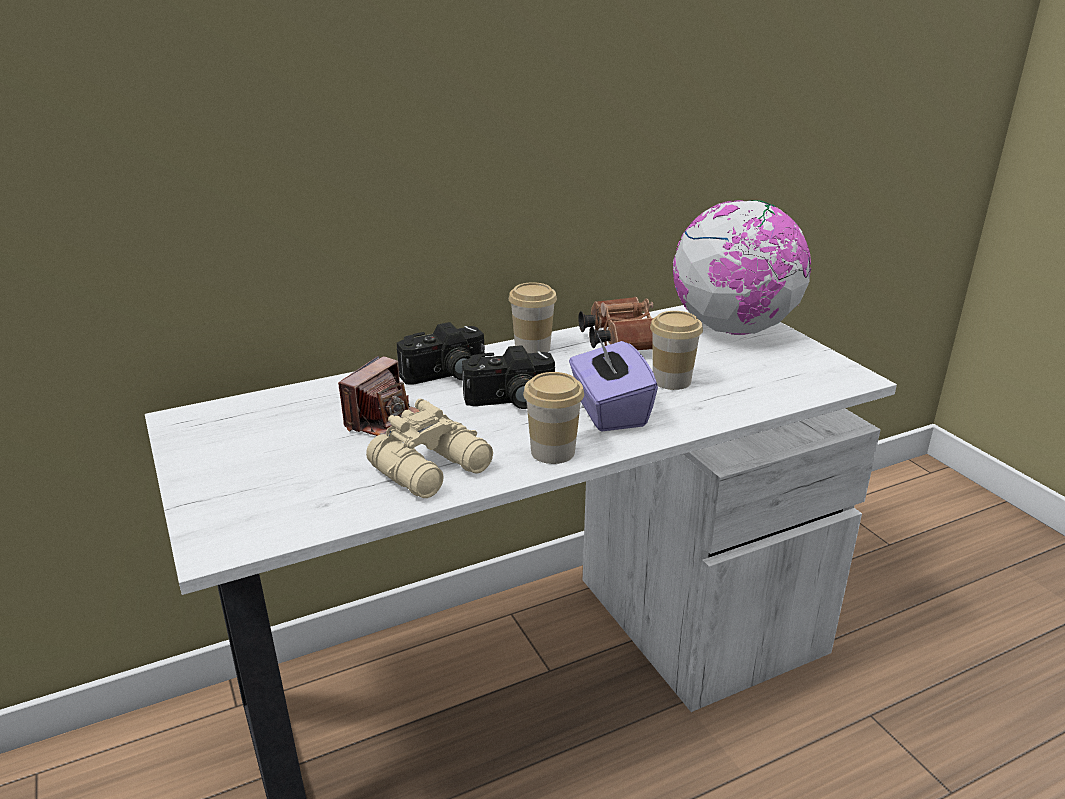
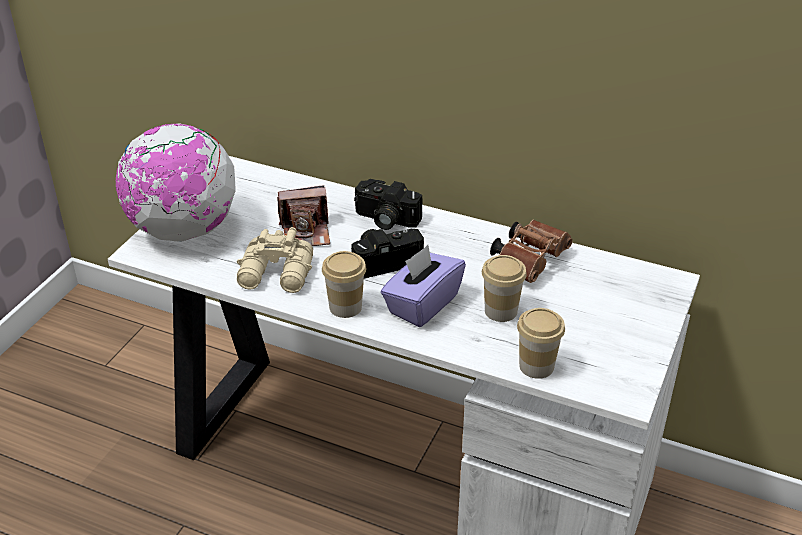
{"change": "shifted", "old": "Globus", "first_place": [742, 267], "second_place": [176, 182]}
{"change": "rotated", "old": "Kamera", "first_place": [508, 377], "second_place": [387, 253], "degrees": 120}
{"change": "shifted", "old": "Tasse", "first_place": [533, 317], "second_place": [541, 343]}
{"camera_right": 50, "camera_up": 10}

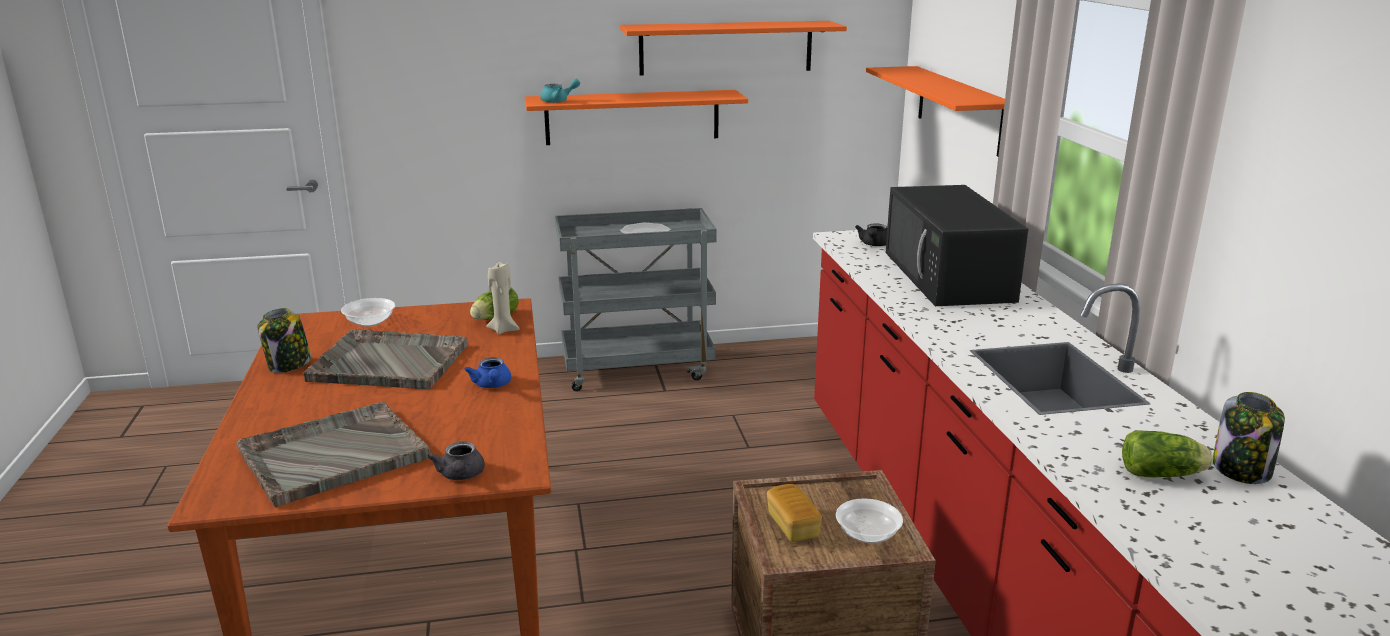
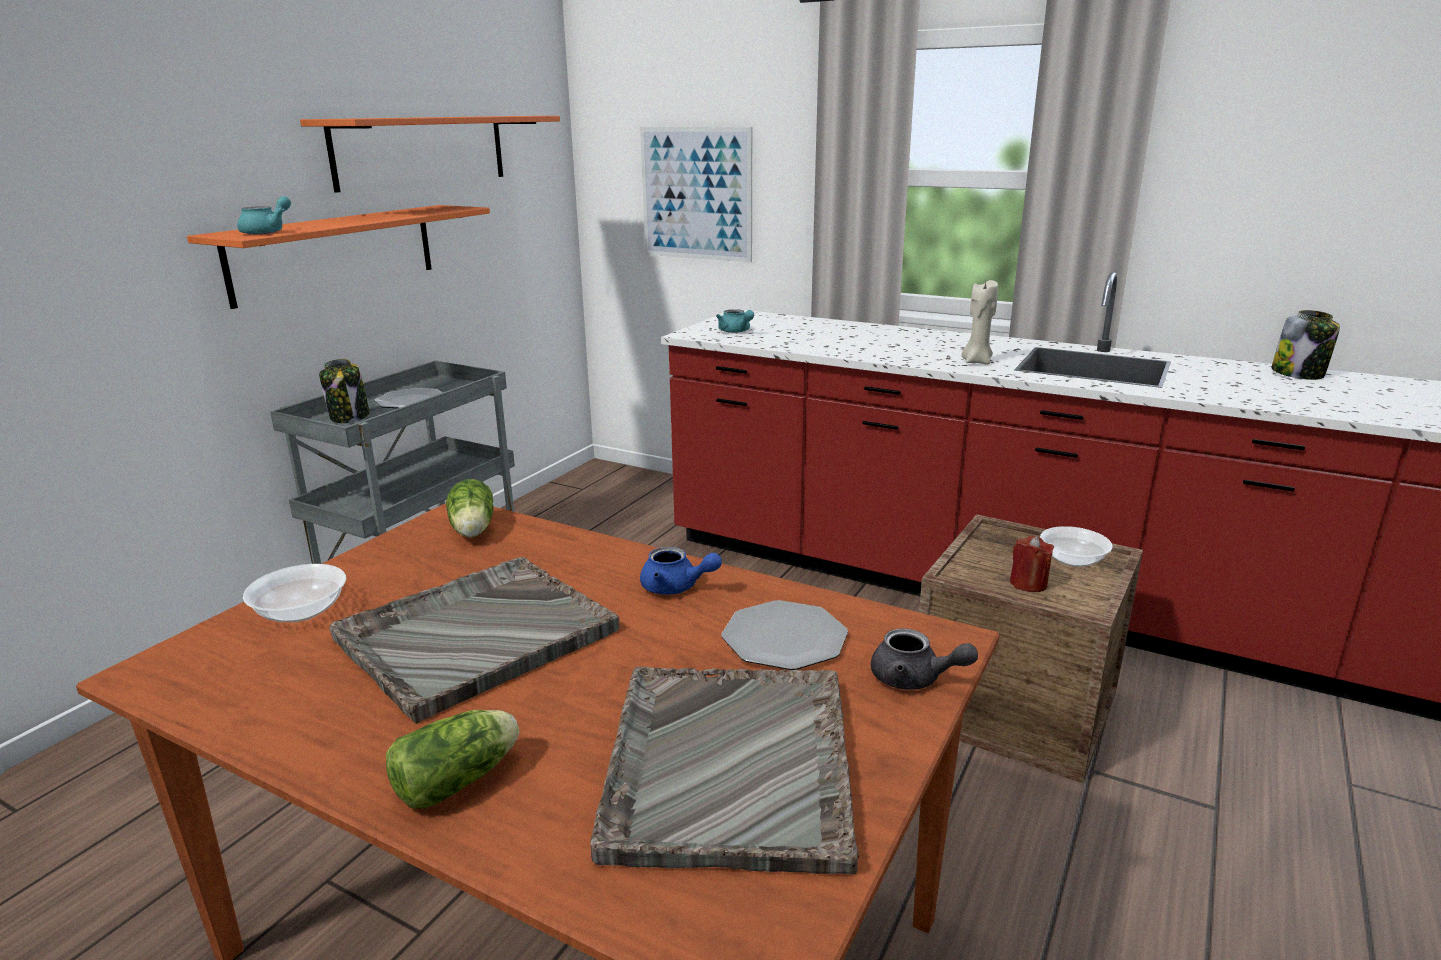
{"change": "shifted", "old": "Vorratsglas", "first_place": [284, 340], "second_place": [344, 391]}
{"change": "shifted", "old": "Salatkopf", "first_place": [1167, 454], "second_place": [452, 759]}
{"change": "swapped", "old": "Wandregal/orange", "new": "Bild", "first_place": [935, 111], "second_place": [696, 195]}
{"change": "repainted", "old": "Teekanne/schwarz", "new": "Teekanne/türkis", "first_place": [871, 234], "second_place": [735, 321]}
{"change": "new", "new": "Teller", "second_place": [784, 635]}
{"change": "shifted", "old": "Kerze/beige", "first_place": [503, 298], "second_place": [979, 322]}
{"change": "swapped", "old": "Brot", "new": "Kerze/rot", "first_place": [794, 513], "second_place": [1032, 563]}
{"change": "gone", "old": "Mikrowelle/schwarz", "first_place": [957, 245]}
{"camera_right": -50, "camera_up": 0}

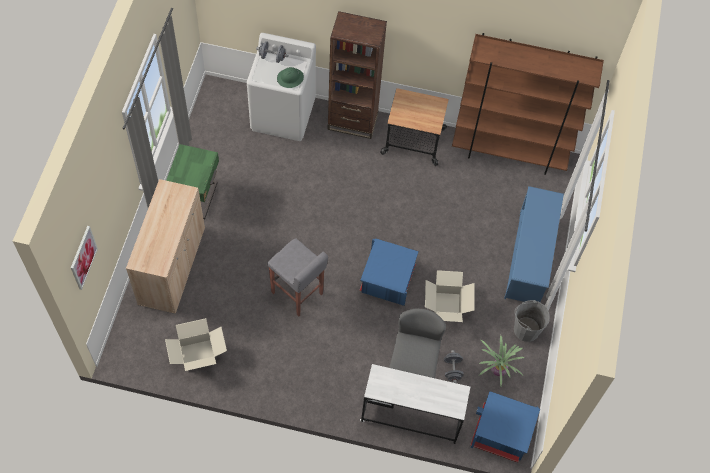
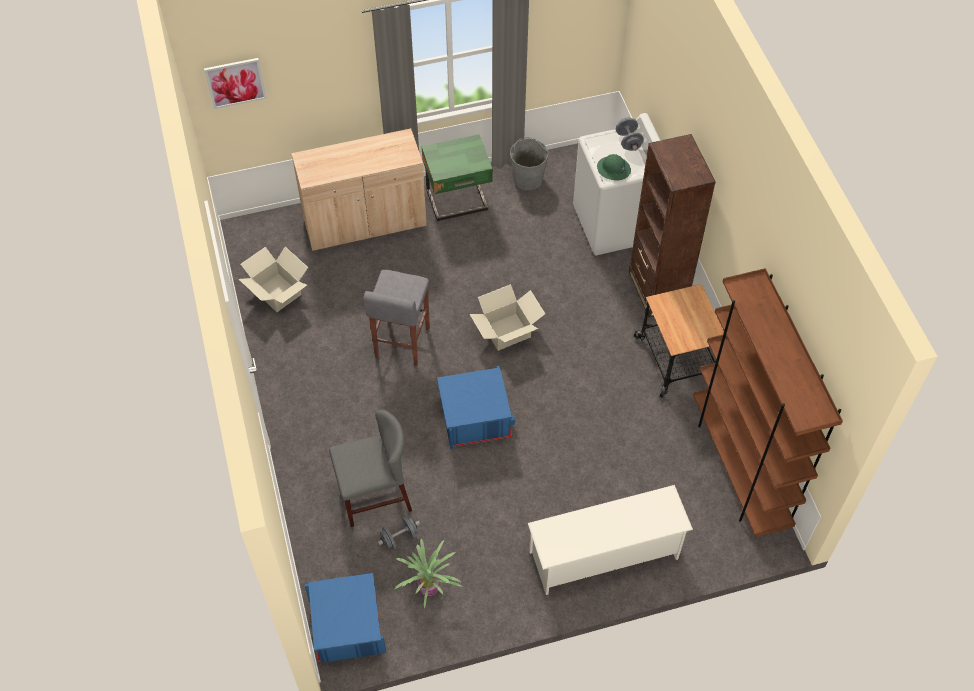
{"change": "shifted", "old": "Karton", "first_place": [449, 296], "second_place": [507, 317]}
{"change": "shifted", "old": "Eimer/grau", "first_place": [532, 321], "second_place": [529, 163]}
{"change": "repainted", "old": "Schuhregal/blau", "new": "Schuhregal/weiß", "first_place": [534, 244], "second_place": [610, 540]}
{"change": "gone", "old": "Schreibtisch/weiß", "first_place": [415, 404]}
{"camera_right": 65, "camera_up": -5}

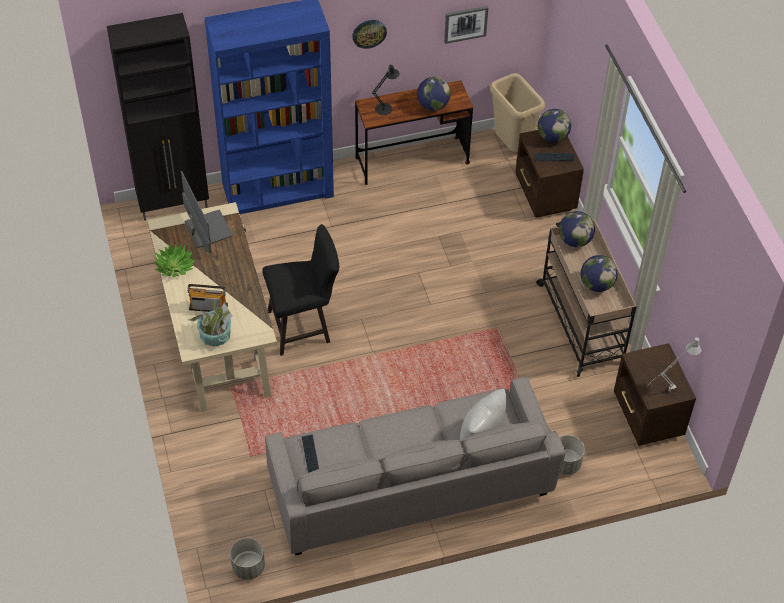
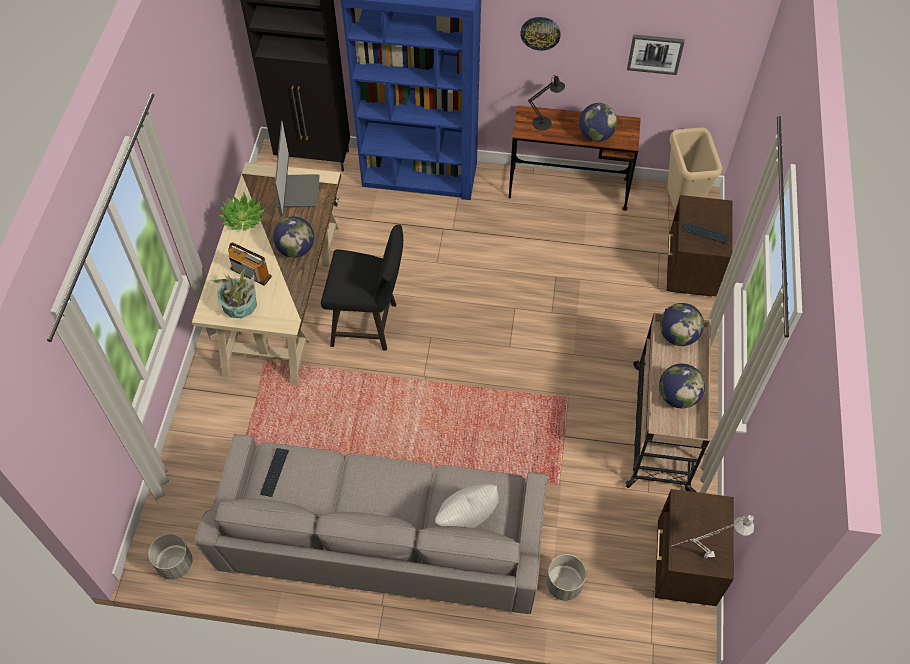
{"change": "shifted", "old": "Globus", "first_place": [554, 126], "second_place": [294, 237]}
{"camera_right": 25, "camera_up": 5}

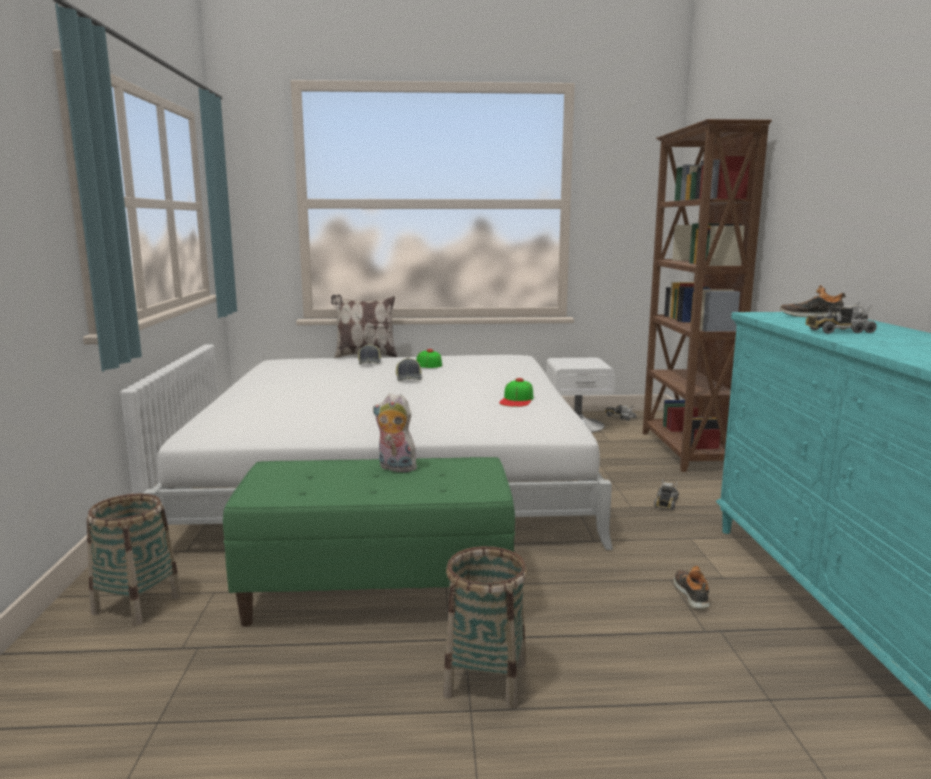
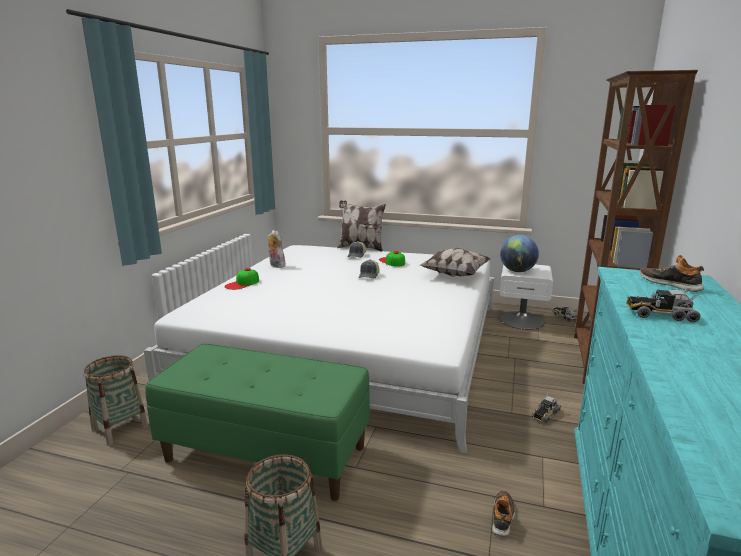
{"change": "shifted", "old": "Kappe", "first_place": [516, 392], "second_place": [242, 279]}
{"change": "shifted", "old": "Plüschtier", "first_place": [395, 432], "second_place": [277, 249]}
{"change": "new", "new": "Kissen", "second_place": [455, 262]}
{"change": "new", "new": "Globus", "second_place": [519, 253]}
{"camera_right": 20, "camera_up": 5}

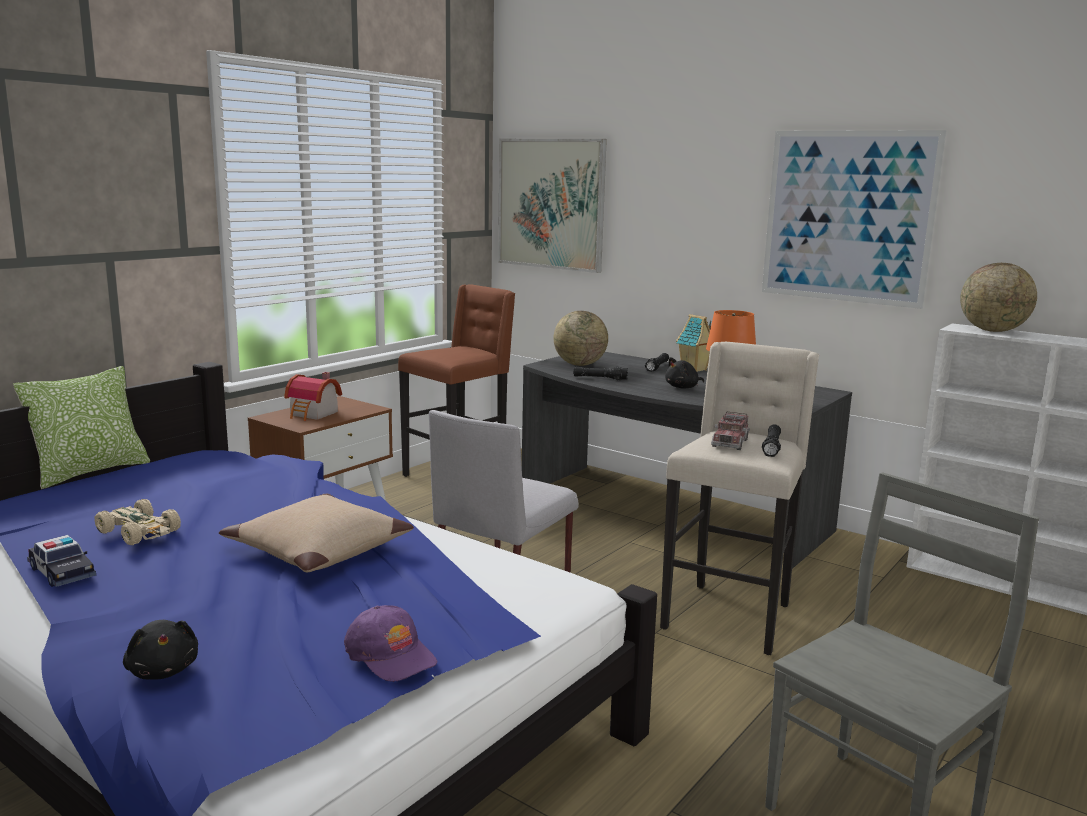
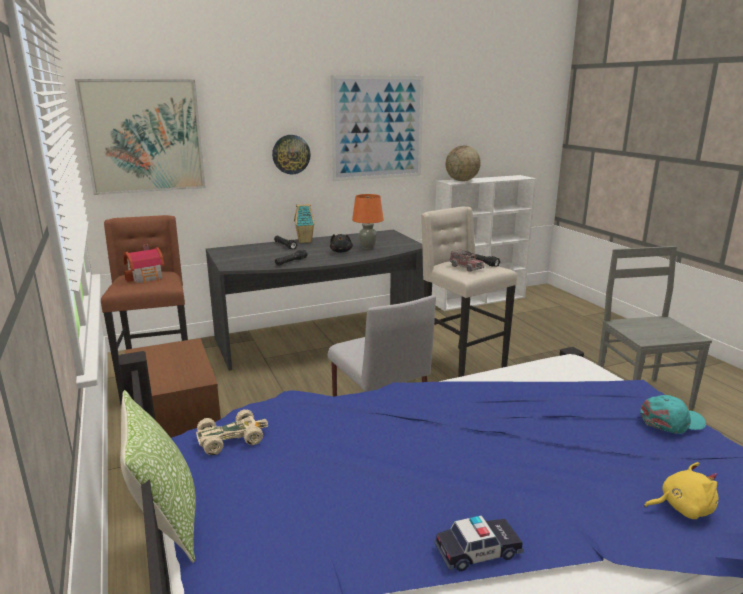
{"change": "shifted", "old": "Spielzeughaus", "first_place": [313, 396], "second_place": [144, 264]}
{"change": "shifted", "old": "Spielzeugauto/beige", "first_place": [137, 522], "second_place": [232, 432]}
{"change": "new", "new": "Wanduhr", "second_place": [291, 154]}
{"change": "repainted", "old": "Kappe/lila", "new": "Kappe/türkis", "first_place": [390, 643], "second_place": [673, 414]}
{"change": "repainted", "old": "Plüschtier/schwarz", "new": "Plüschtier/gelb", "first_place": [160, 650], "second_place": [681, 490]}
{"change": "gone", "old": "Kissen/beige", "first_place": [316, 533]}
{"change": "gone", "old": "Globus", "first_place": [581, 338]}
{"camera_right": -60, "camera_up": 5}

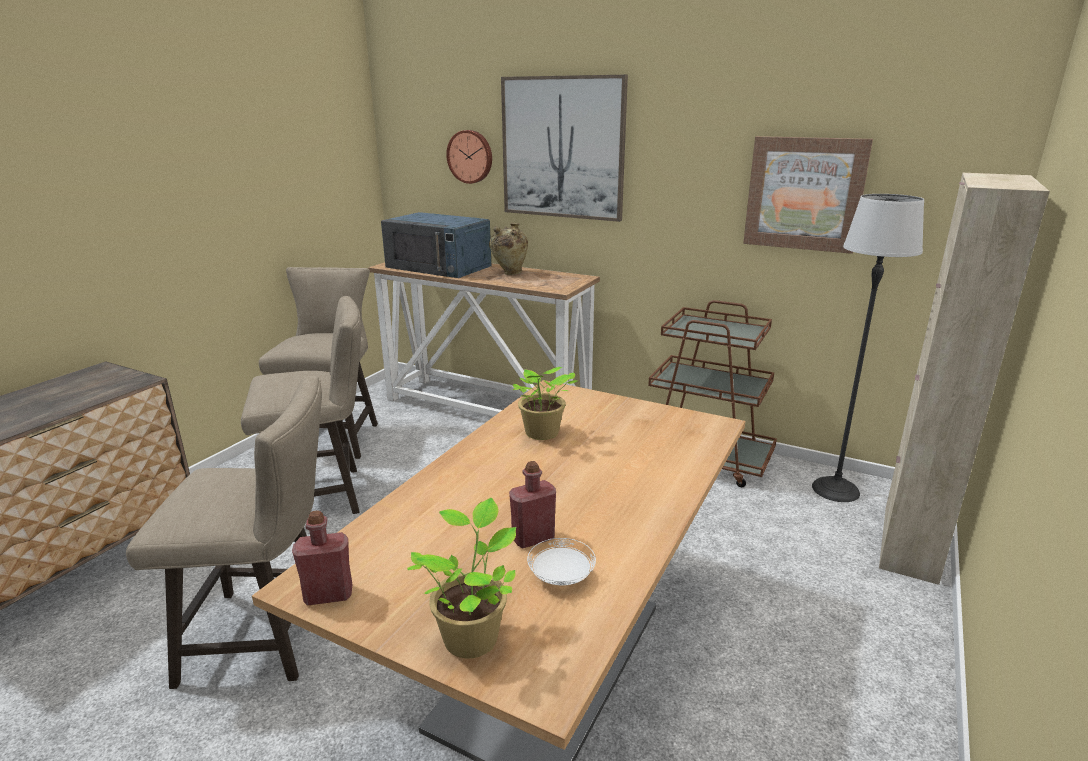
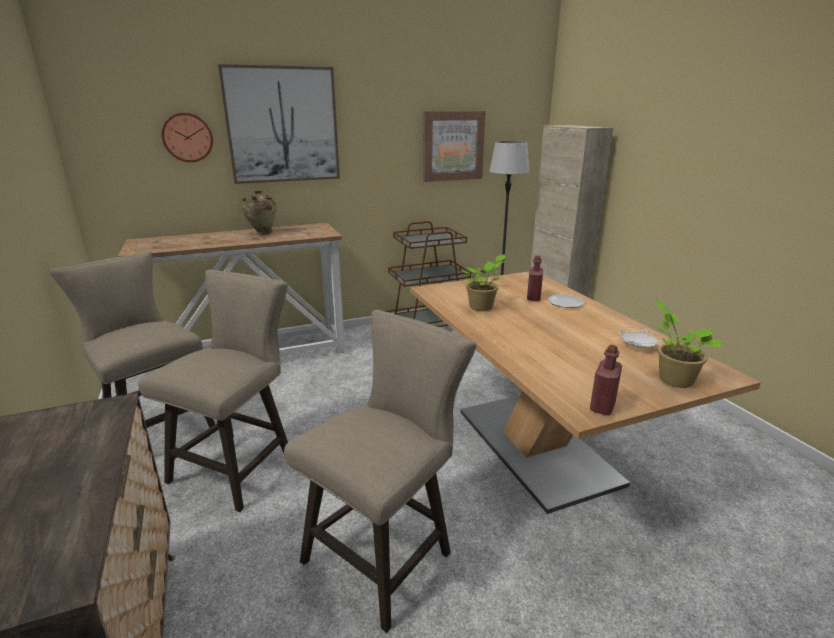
{"change": "shifted", "old": "Flasche/rot", "first_place": [532, 504], "second_place": [535, 278]}
{"change": "new", "new": "Teller", "second_place": [566, 301]}
{"change": "gone", "old": "Mikrowelle/blau", "first_place": [436, 245]}
{"camera_right": -50, "camera_up": 0}

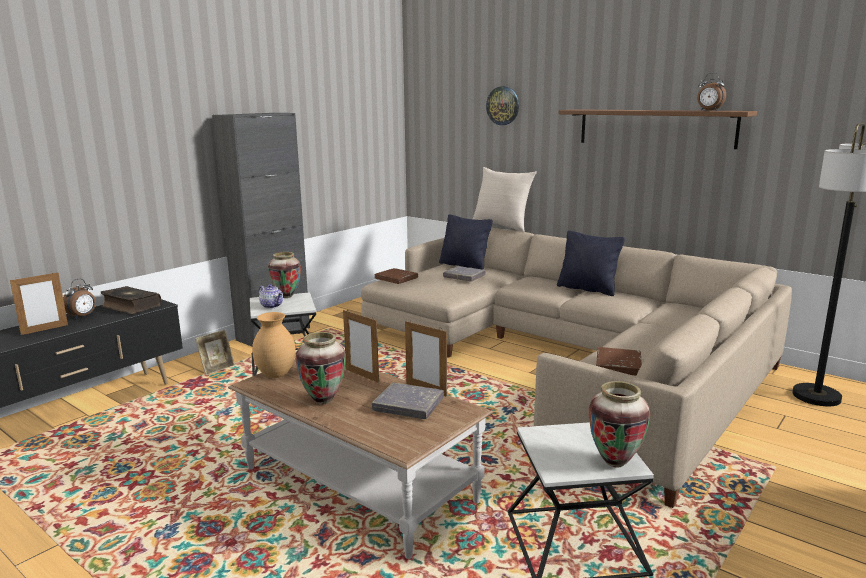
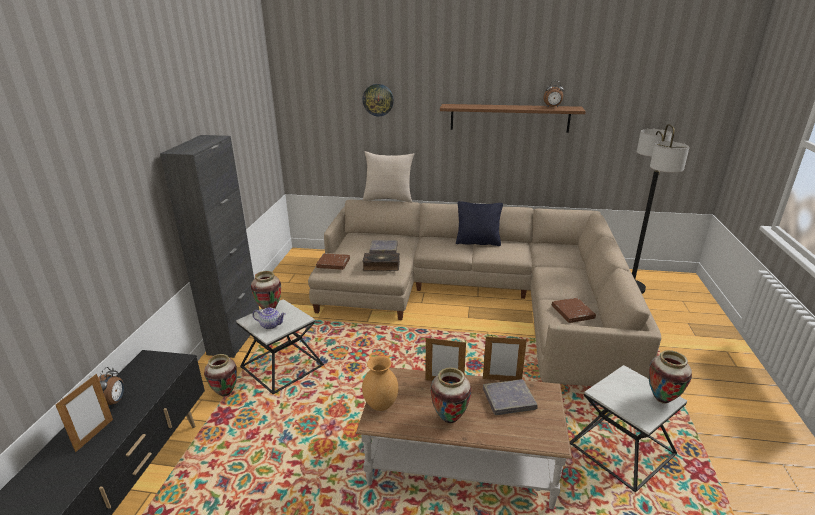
{"change": "swapped", "old": "Bilderrahmen", "new": "Vase", "first_place": [215, 352], "second_place": [220, 375]}
{"change": "shifted", "old": "Buch", "first_place": [131, 300], "second_place": [381, 262]}
{"change": "gone", "old": "Kissen/schwarz", "first_place": [466, 242]}
{"camera_right": -30, "camera_up": 10}

